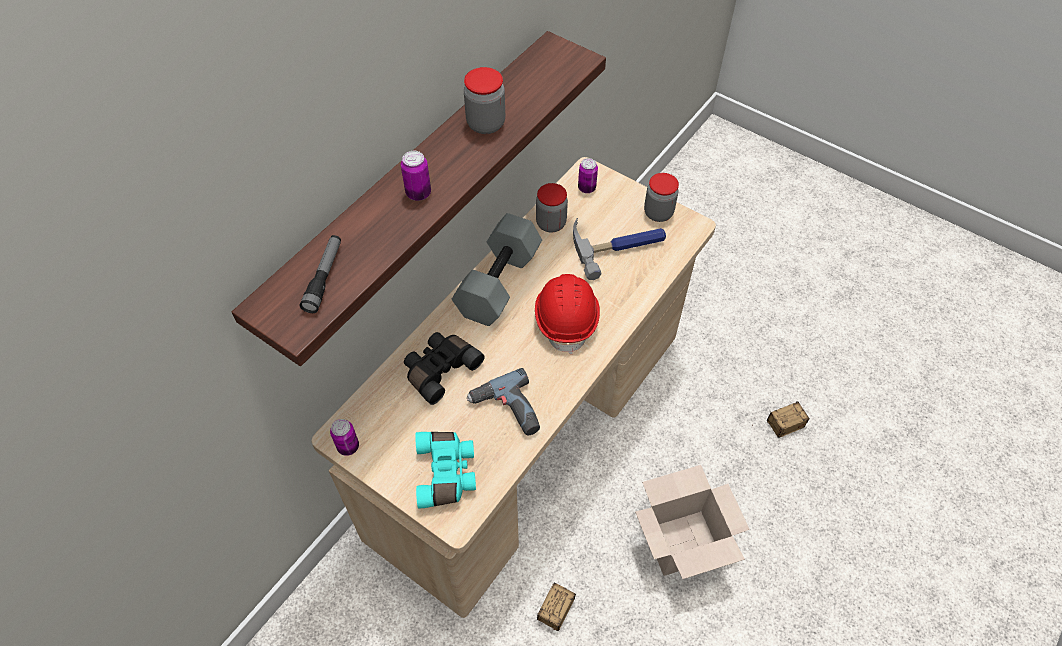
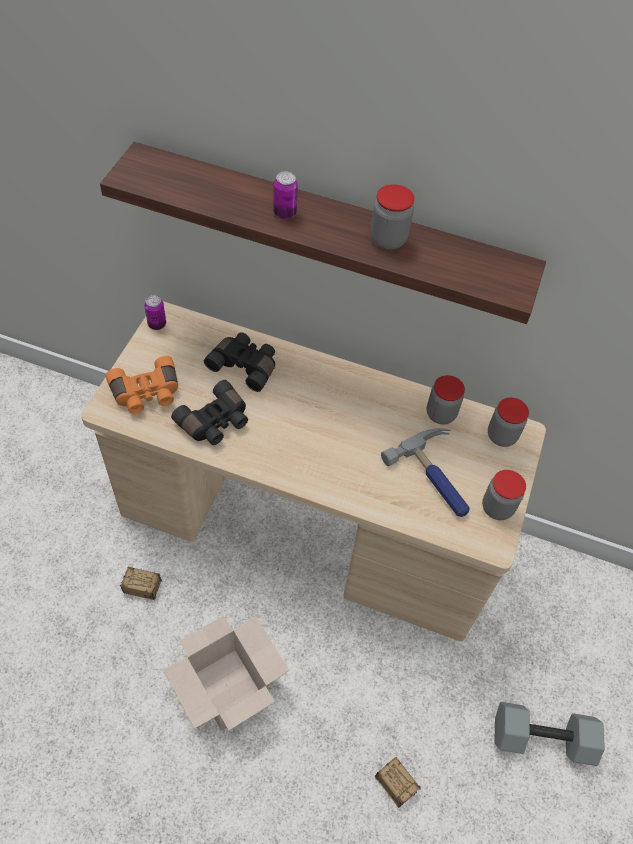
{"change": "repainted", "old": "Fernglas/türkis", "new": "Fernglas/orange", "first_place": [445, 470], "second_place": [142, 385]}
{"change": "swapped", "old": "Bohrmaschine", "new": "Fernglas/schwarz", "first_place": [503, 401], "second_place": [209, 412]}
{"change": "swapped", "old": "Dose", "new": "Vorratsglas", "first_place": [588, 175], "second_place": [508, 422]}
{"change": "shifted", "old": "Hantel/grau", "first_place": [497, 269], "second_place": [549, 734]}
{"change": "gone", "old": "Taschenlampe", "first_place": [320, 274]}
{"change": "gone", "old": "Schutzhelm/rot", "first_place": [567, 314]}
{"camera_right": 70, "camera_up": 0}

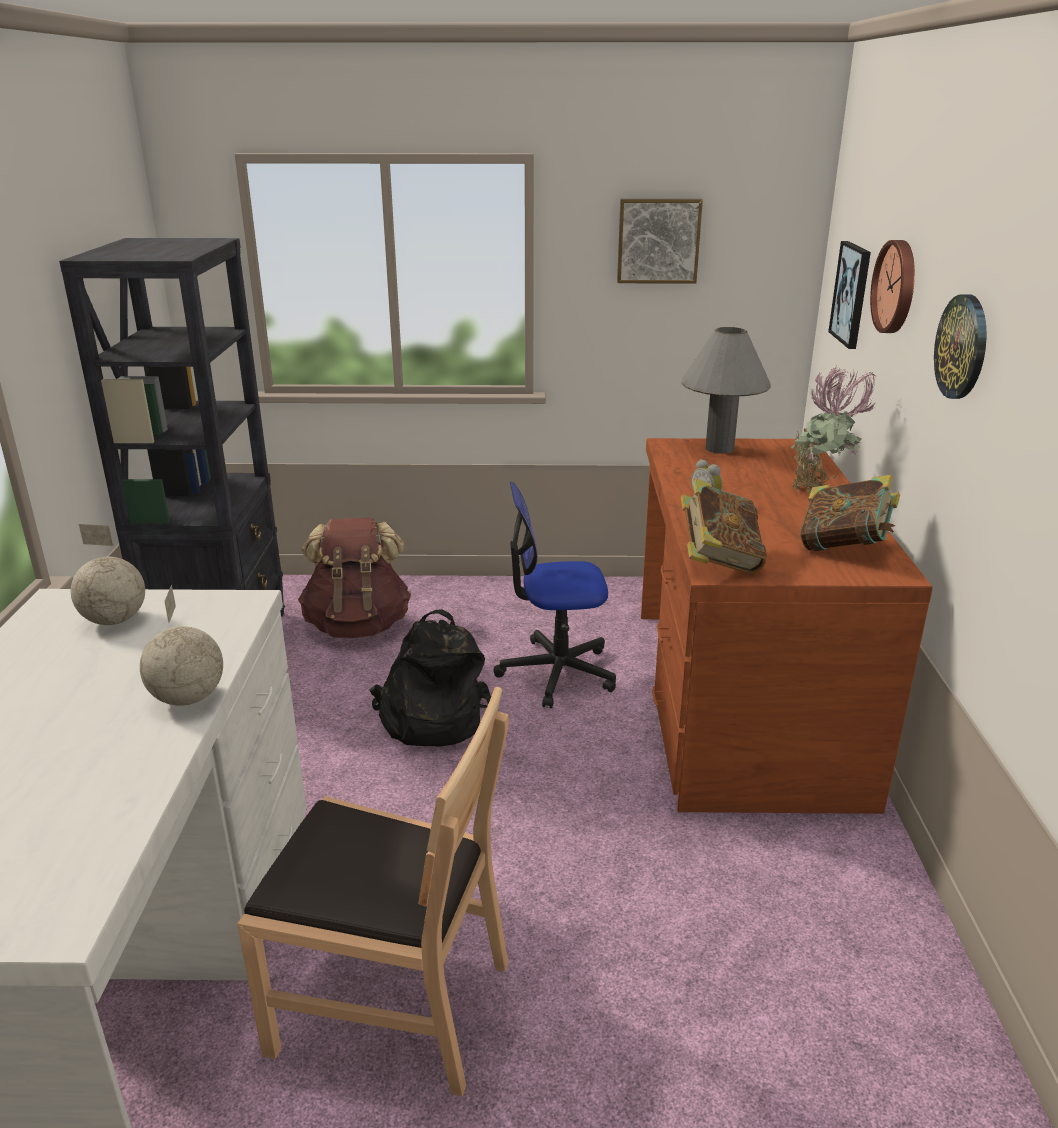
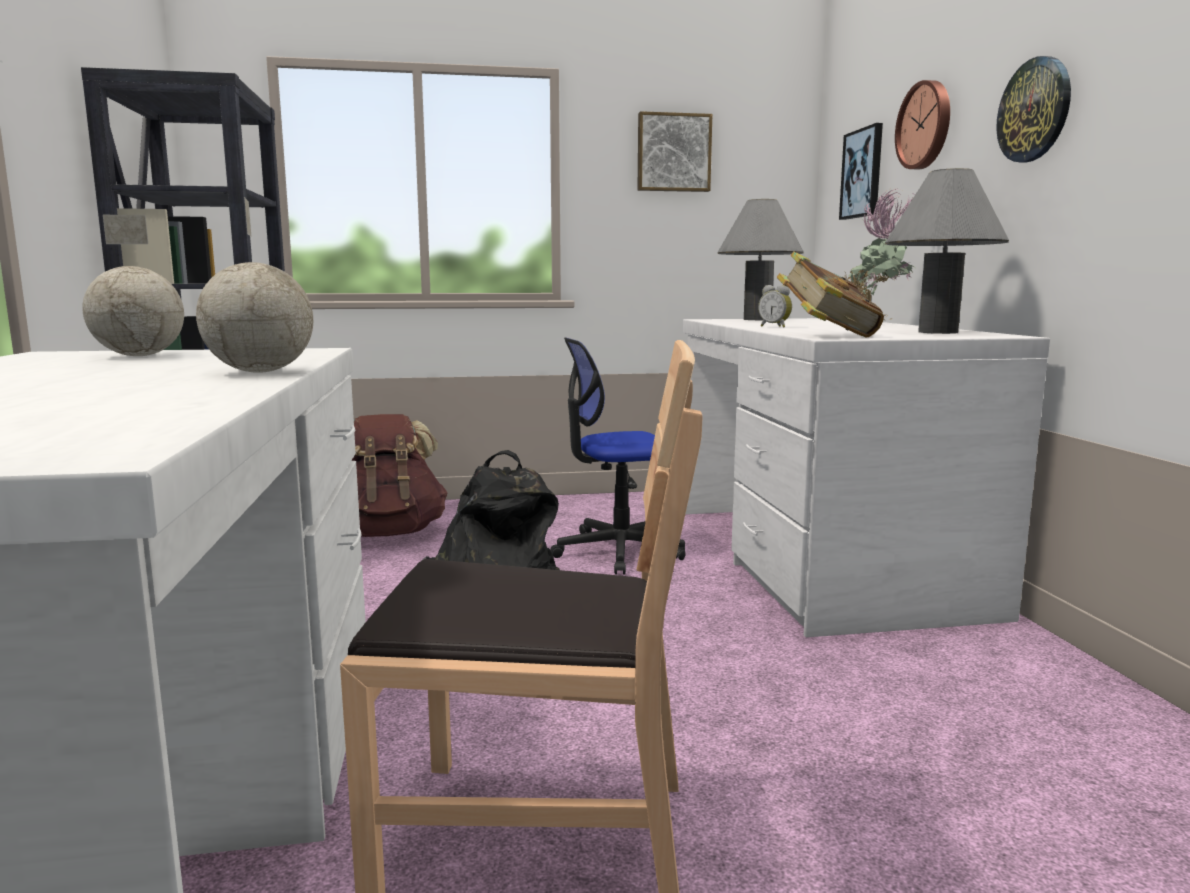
{"change": "repainted", "old": "Schreibtisch/braun", "new": "Schreibtisch/weiß", "first_place": [787, 626], "second_place": [866, 477]}
{"change": "swapped", "old": "Buch", "new": "Tischlampe/grau", "first_place": [850, 512], "second_place": [947, 251]}
{"camera_right": -10, "camera_up": -15}

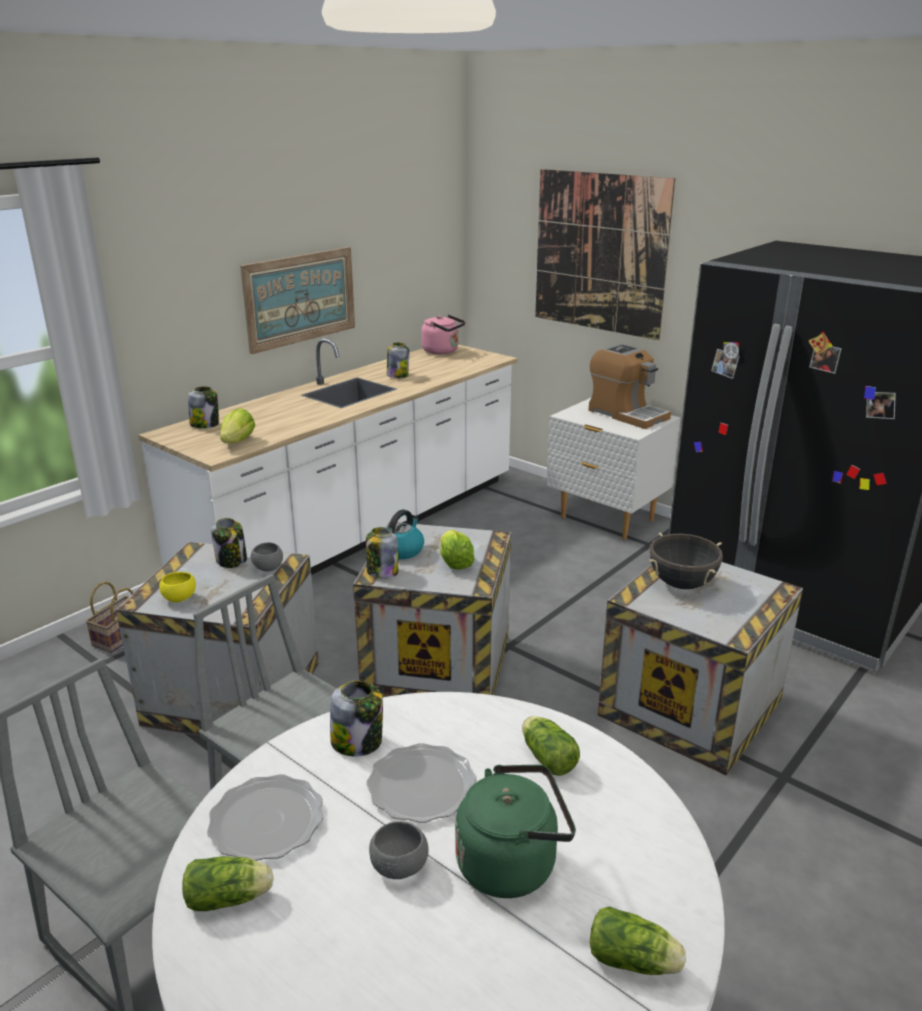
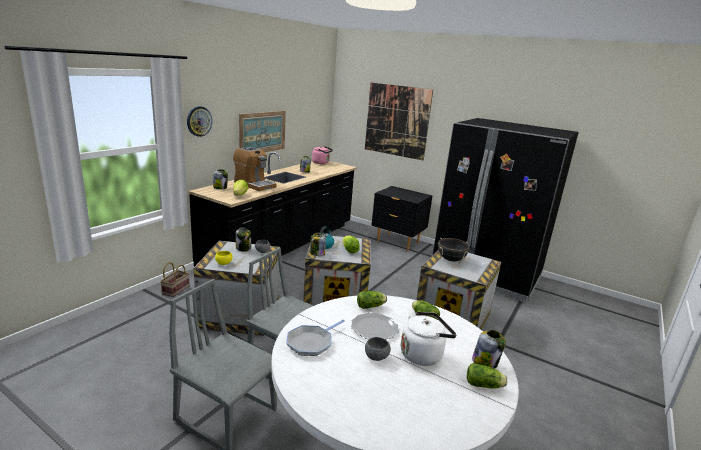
{"change": "new", "new": "Wanduhr", "second_place": [199, 121]}
{"change": "repainted", "old": "Küchenzeile/weiß", "new": "Küchenzeile/schwarz", "first_place": [328, 456], "second_place": [272, 209]}
{"change": "shifted", "old": "Kaffeemaschine", "first_place": [630, 386], "second_place": [255, 169]}
{"change": "swapped", "old": "Teller", "new": "Pfanne", "first_place": [265, 817], "second_place": [315, 338]}
{"change": "shifted", "old": "Salatkopf", "first_place": [228, 883], "second_place": [372, 300]}
{"change": "repainted", "old": "Nachttisch/weiß", "new": "Nachttisch/schwarz", "first_place": [614, 468], "second_place": [402, 218]}
{"change": "repainted", "old": "Wasserkessel/grün", "new": "Wasserkessel/weiß", "first_place": [515, 831], "second_place": [429, 339]}
{"change": "shifted", "old": "Vorratsglas", "first_place": [356, 719], "second_place": [489, 349]}
{"camera_right": -10, "camera_up": -5}

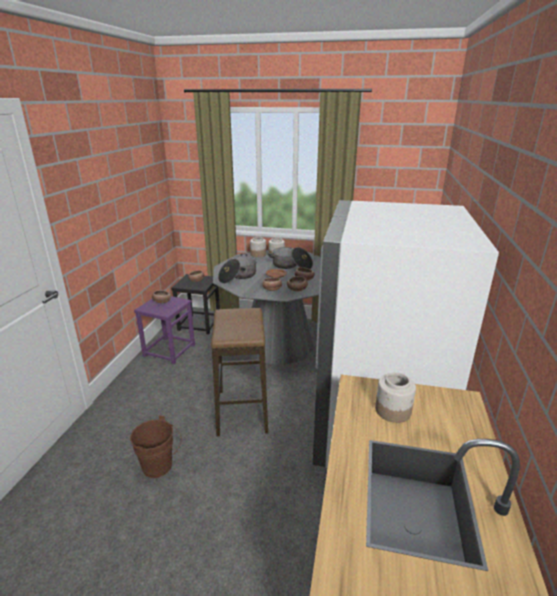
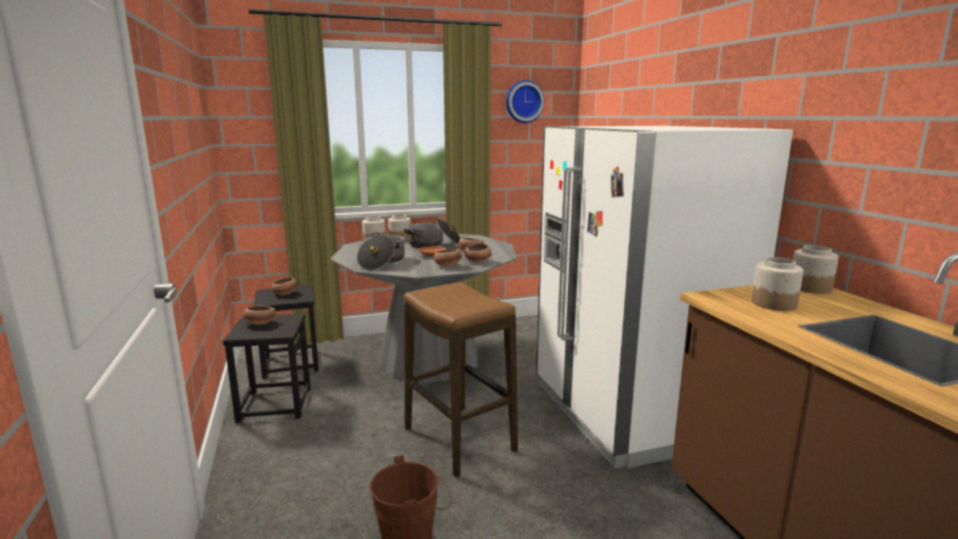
{"change": "repainted", "old": "Hocker/lila", "new": "Hocker/schwarz", "first_place": [164, 330], "second_place": [267, 368]}
{"change": "new", "new": "Wanduhr", "second_place": [525, 101]}
{"change": "new", "new": "Vorratsglas", "second_place": [816, 269]}
{"camera_right": -30, "camera_up": -10}

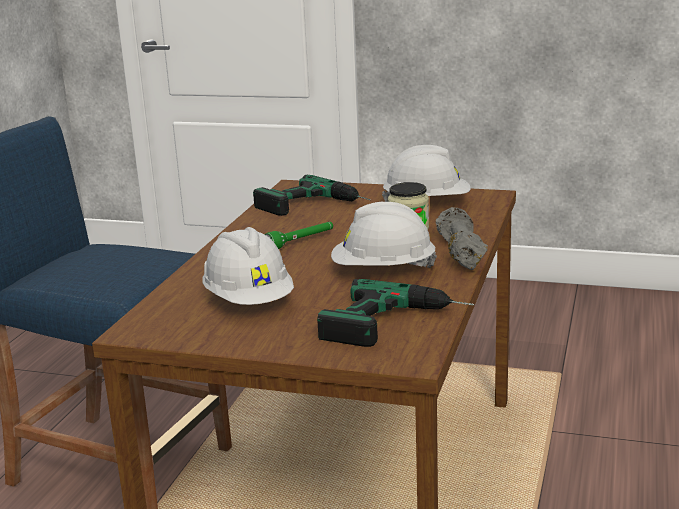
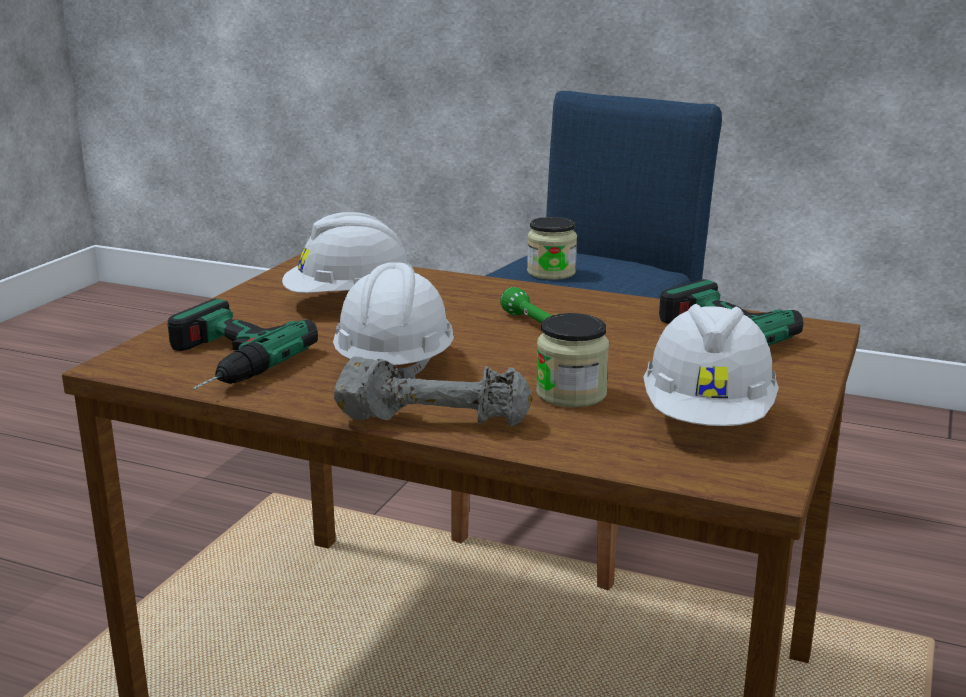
{"change": "new", "new": "Vorratsglas", "second_place": [552, 248]}
{"camera_right": 95, "camera_up": 0}

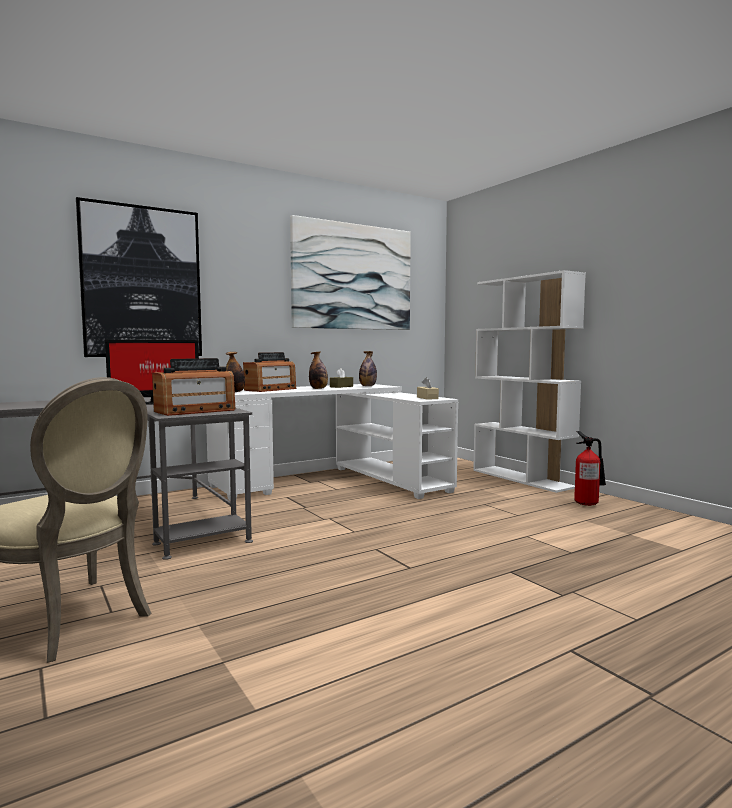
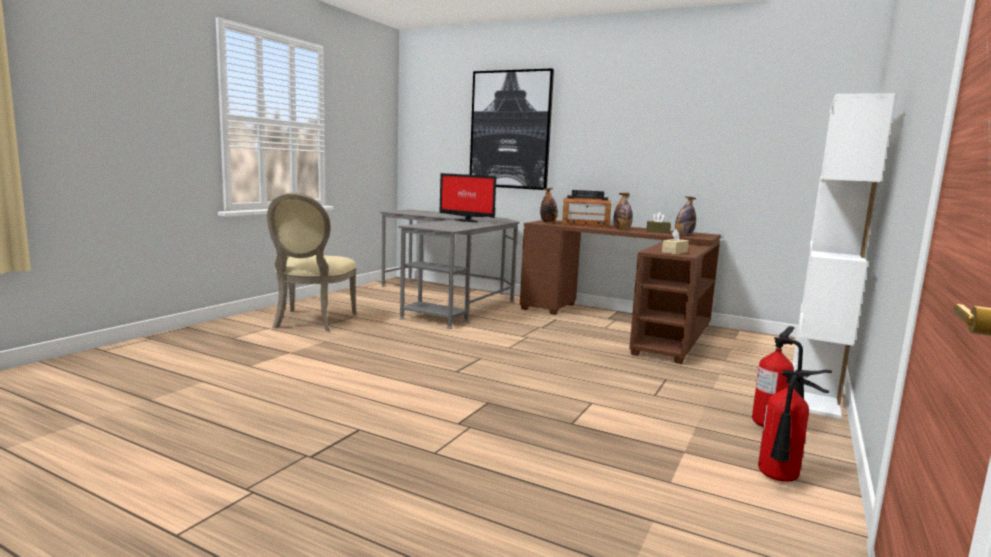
{"change": "repainted", "old": "Schreibtisch/weiß", "new": "Schreibtisch/braun", "first_place": [332, 442], "second_place": [620, 292]}
{"change": "new", "new": "Feuerlöscher", "second_place": [795, 426]}
{"change": "gone", "old": "Radio", "first_place": [193, 387]}
{"change": "gone", "old": "Bild", "first_place": [350, 272]}
{"camera_right": 60, "camera_up": 5}

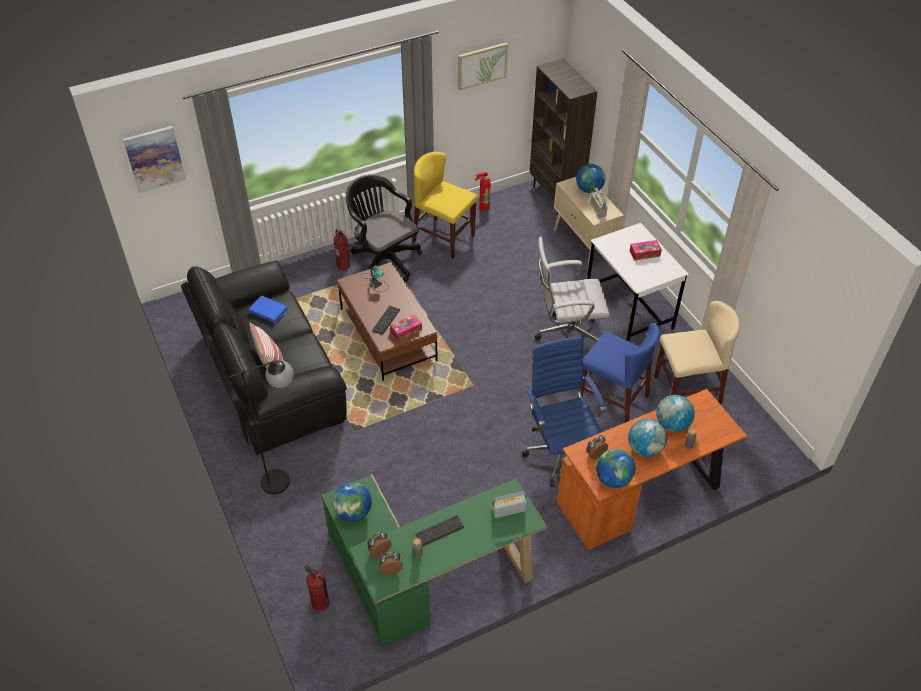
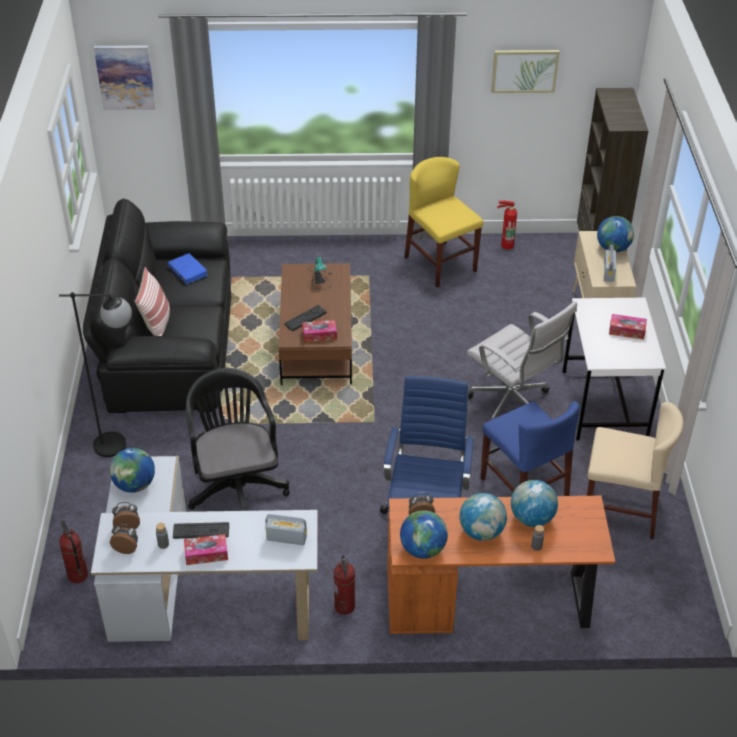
{"change": "repainted", "old": "Schreibtisch/grün", "new": "Schreibtisch/weiß", "first_place": [434, 561], "second_place": [204, 549]}
{"change": "new", "new": "Taschentuchbox", "second_place": [206, 549]}
{"change": "shifted", "old": "Bürostuhl/schwarz", "first_place": [384, 228], "second_place": [238, 439]}
{"change": "shifted", "old": "Feuerlöscher", "first_place": [342, 249], "second_place": [344, 585]}
{"change": "rotated", "old": "Bürostuhl/weiß", "first_place": [572, 288], "second_place": [522, 360], "degrees": -150}
{"camera_right": 25, "camera_up": -5}

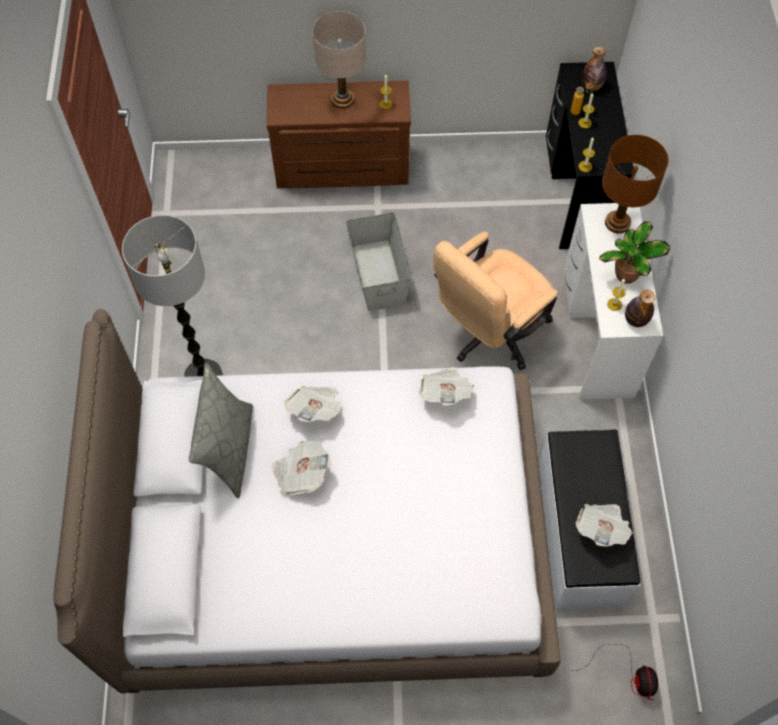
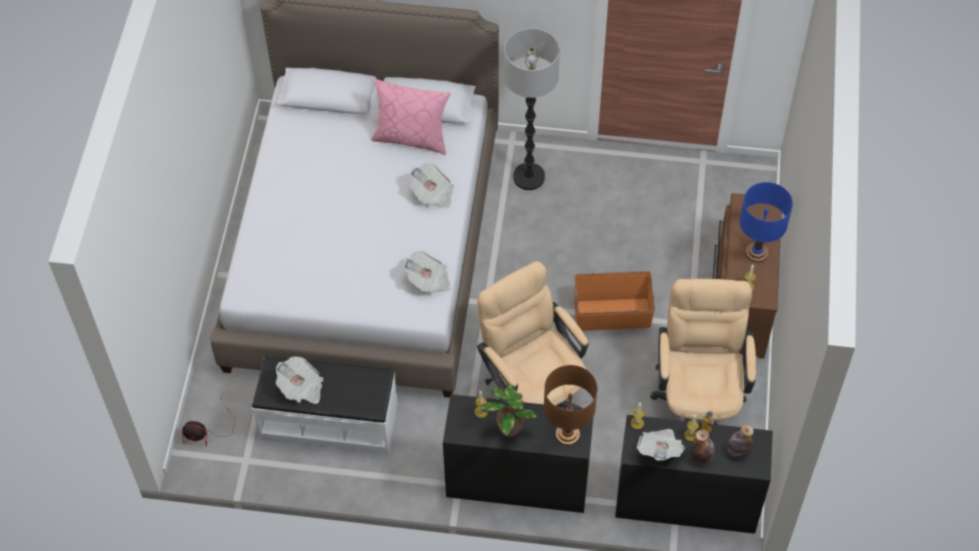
{"change": "repainted", "old": "Kissen/grau", "new": "Kissen/rosa", "first_place": [221, 431], "second_place": [411, 117]}
{"change": "repainted", "old": "Schreibtisch/weiß", "new": "Schreibtisch/schwarz", "first_place": [613, 301], "second_place": [518, 453]}
{"change": "repainted", "old": "Aufbewahrungsbox/grau", "new": "Aufbewahrungsbox/orange", "first_place": [379, 261], "second_place": [614, 301]}
{"change": "shifted", "old": "Zeitung", "first_place": [301, 468], "second_place": [661, 444]}
{"change": "new", "new": "Bürostuhl/beige", "second_place": [703, 352]}
{"change": "shifted", "old": "Flasche", "first_place": [640, 308], "second_place": [703, 446]}
{"change": "repainted", "old": "Tischlampe/beige", "new": "Tischlampe/blau", "first_place": [339, 60], "second_place": [766, 222]}
{"camera_right": 100, "camera_up": -5}

